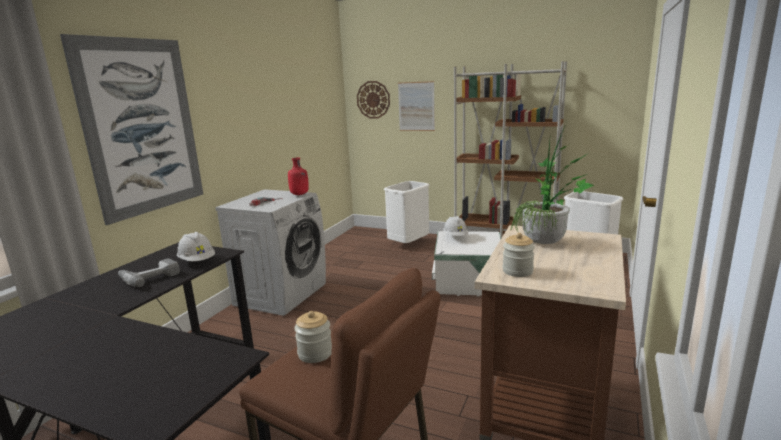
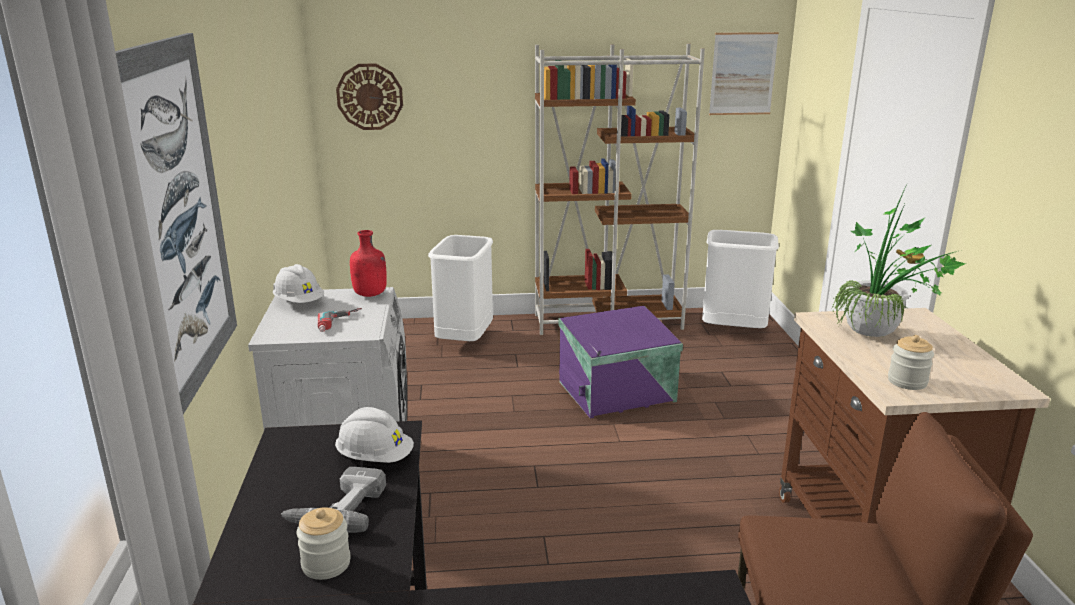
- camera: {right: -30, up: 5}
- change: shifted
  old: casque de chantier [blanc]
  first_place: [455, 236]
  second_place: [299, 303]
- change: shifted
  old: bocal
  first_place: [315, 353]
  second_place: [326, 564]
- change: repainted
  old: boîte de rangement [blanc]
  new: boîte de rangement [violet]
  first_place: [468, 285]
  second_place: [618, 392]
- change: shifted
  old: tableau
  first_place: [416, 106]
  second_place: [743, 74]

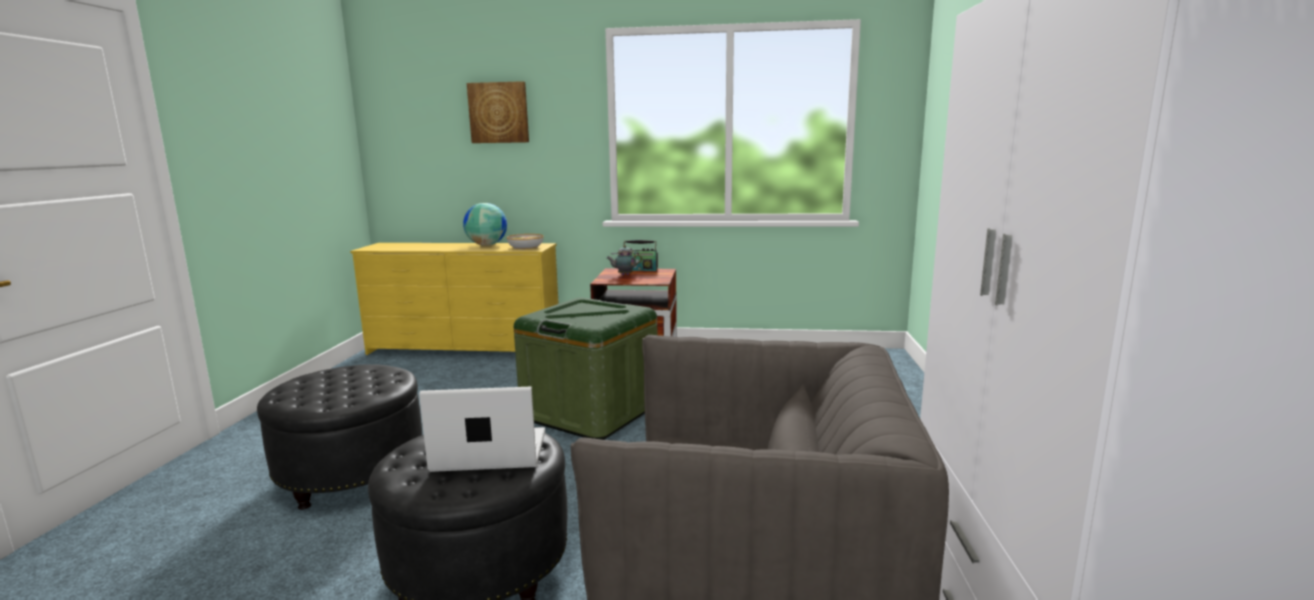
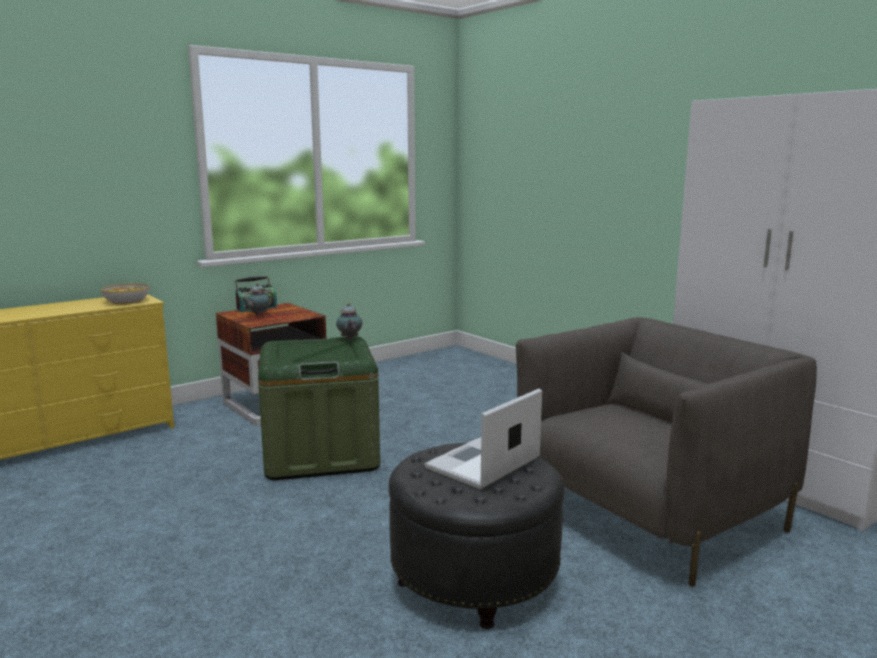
- camera: {right: -45, up: 0}
- change: new
  new: théière
  second_place: [349, 339]
- change: gone
  old: pouf [noir]
  first_place: [352, 475]
- change: gone
  old: globe
  first_place: [486, 245]
- change: gone
  old: tableau
  first_place: [499, 113]

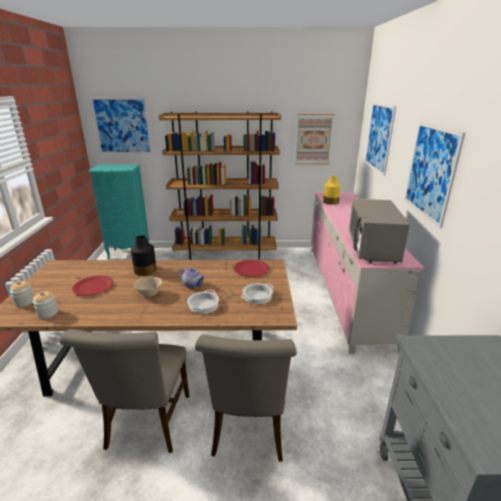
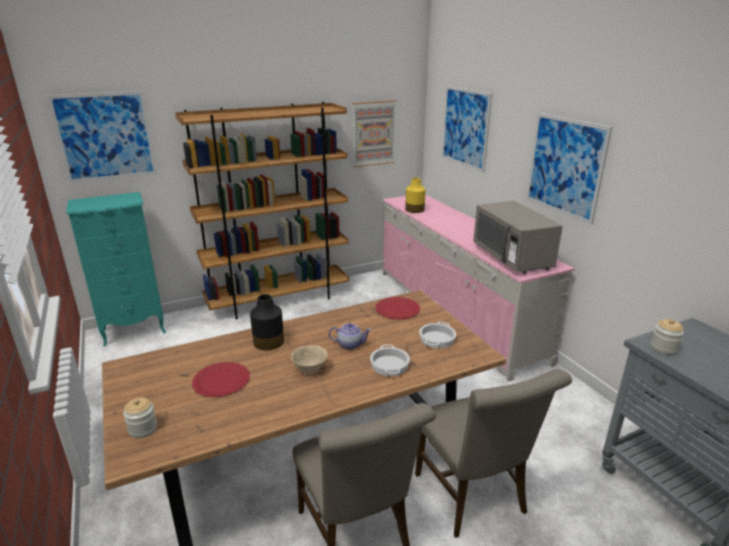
- camera: {right: -25, up: 0}
- change: shifted
  old: bocal
  first_place: [48, 313]
  second_place: [663, 348]

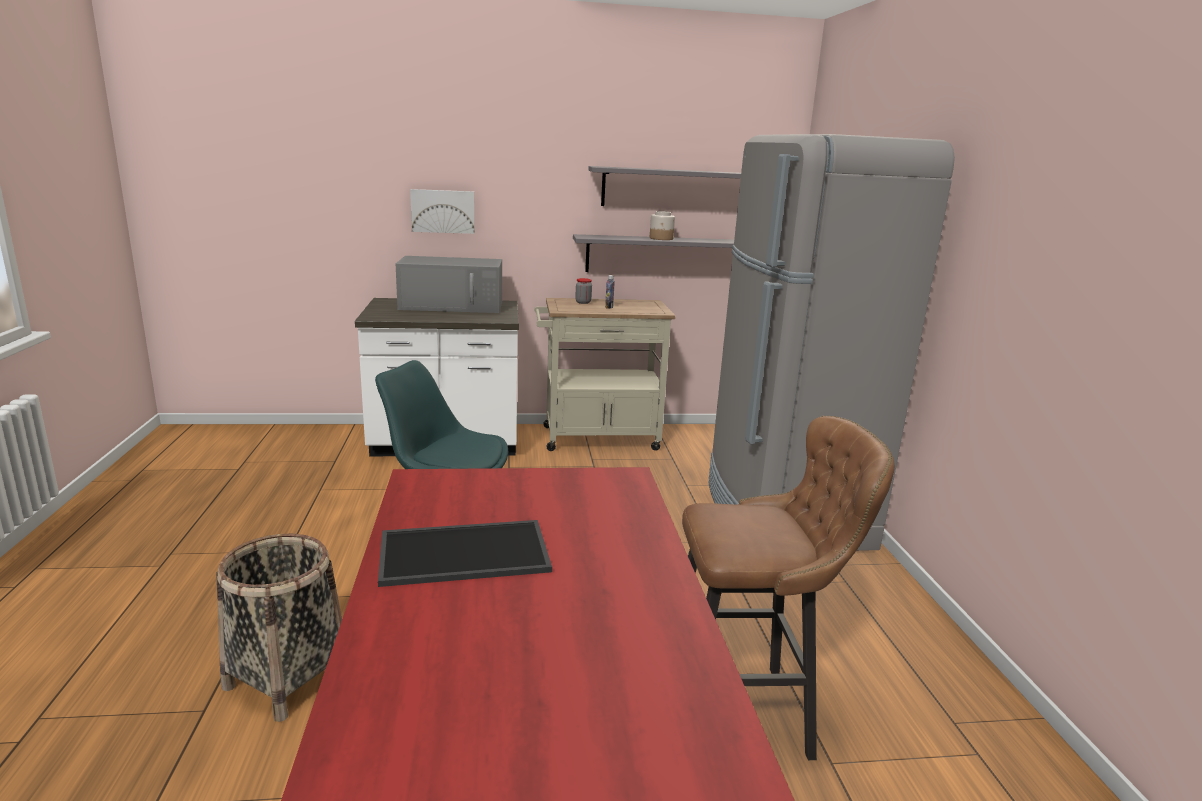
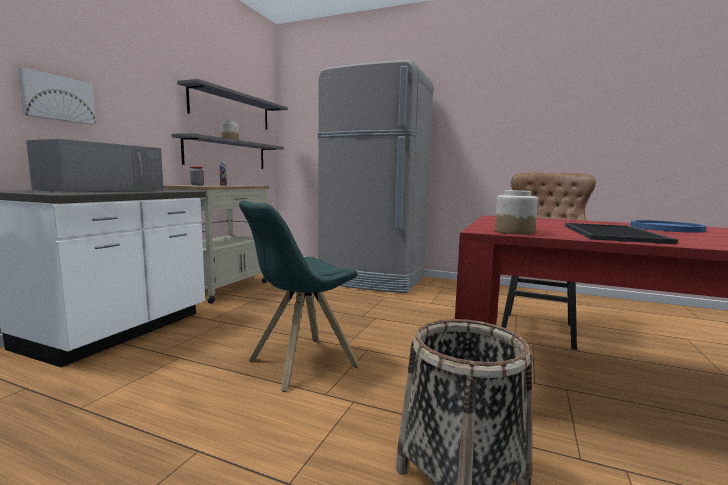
- camera: {right: -60, up: -10}
- change: new
  new: bocal
  second_place: [514, 232]
- change: new
  new: assiette [bleu]
  second_place: [666, 228]

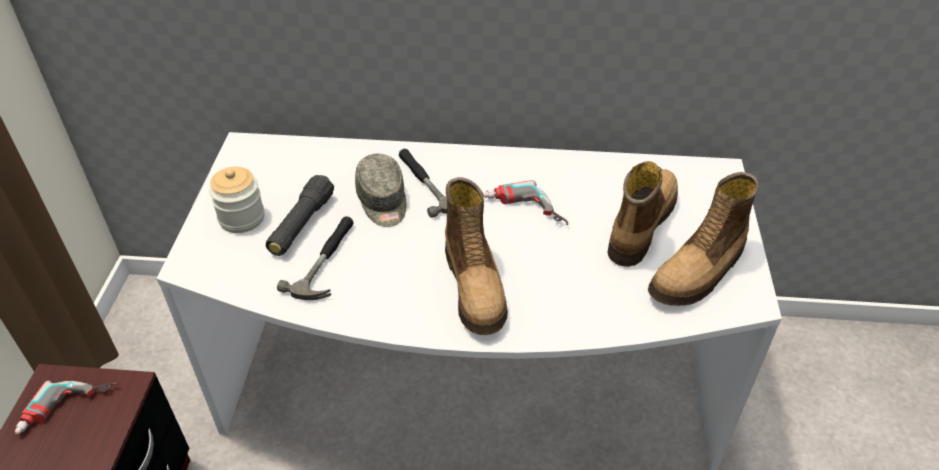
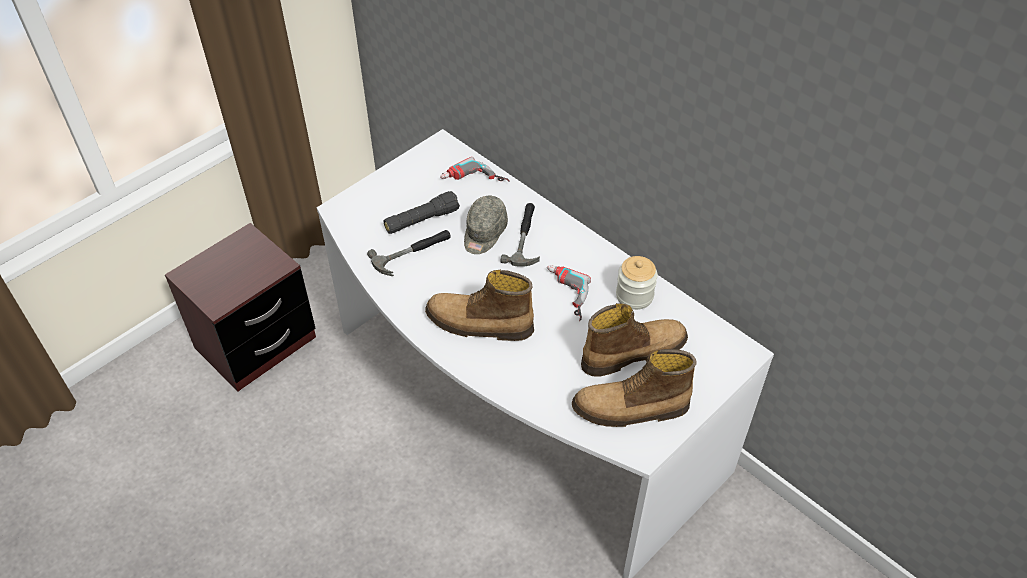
- camera: {right: 40, up: 5}
- change: rotated
  old: botte
  first_place: [475, 287]
  second_place: [479, 324]
  degrees: 75
- change: shifted
  old: perceuse
  first_place: [68, 411]
  second_place: [474, 182]
- change: shifted
  old: bocal
  first_place: [242, 218]
  second_place: [634, 296]

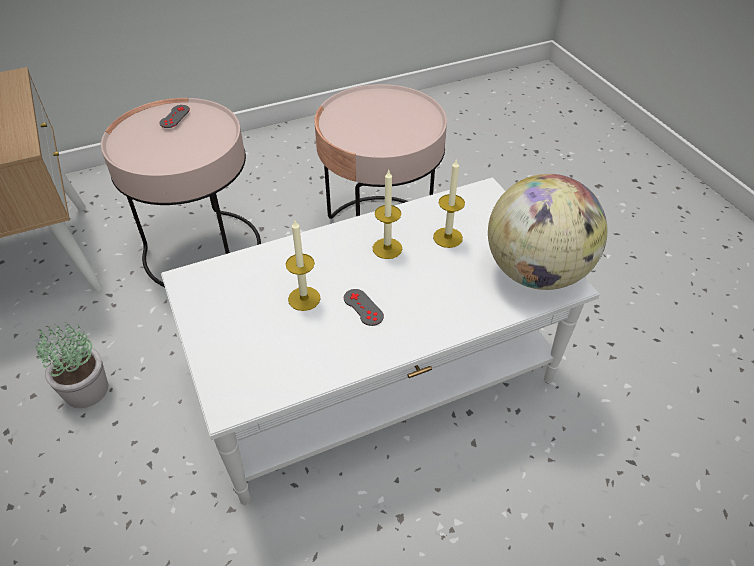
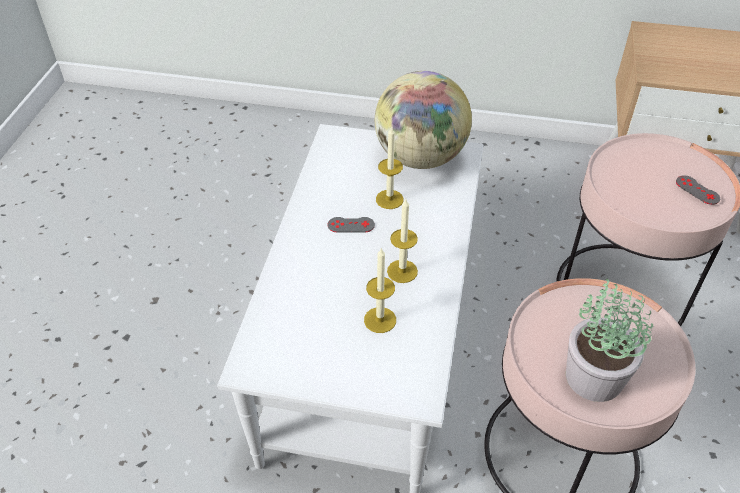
- camera: {right: 125, up: 0}
- change: shifted
  old: globe
  first_place: [536, 272]
  second_place: [420, 157]
- change: shifted
  old: plante en pot
  first_place: [86, 391]
  second_place: [592, 377]

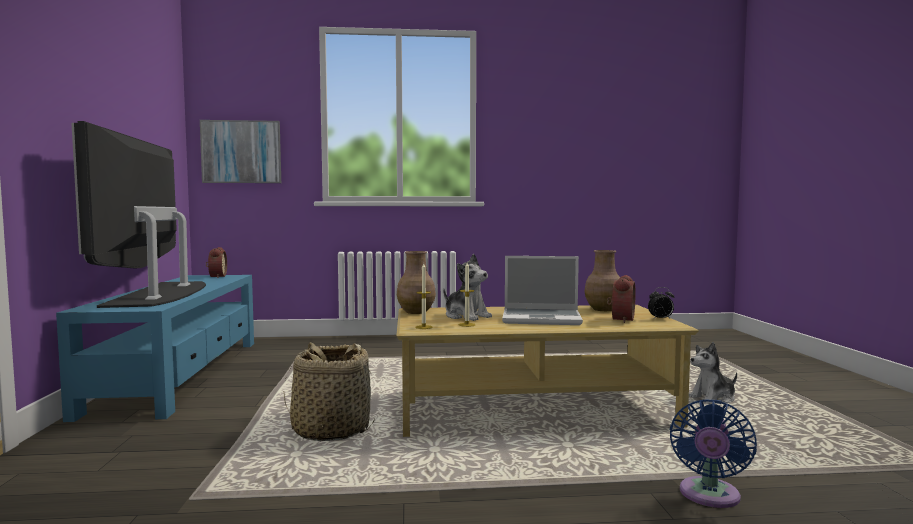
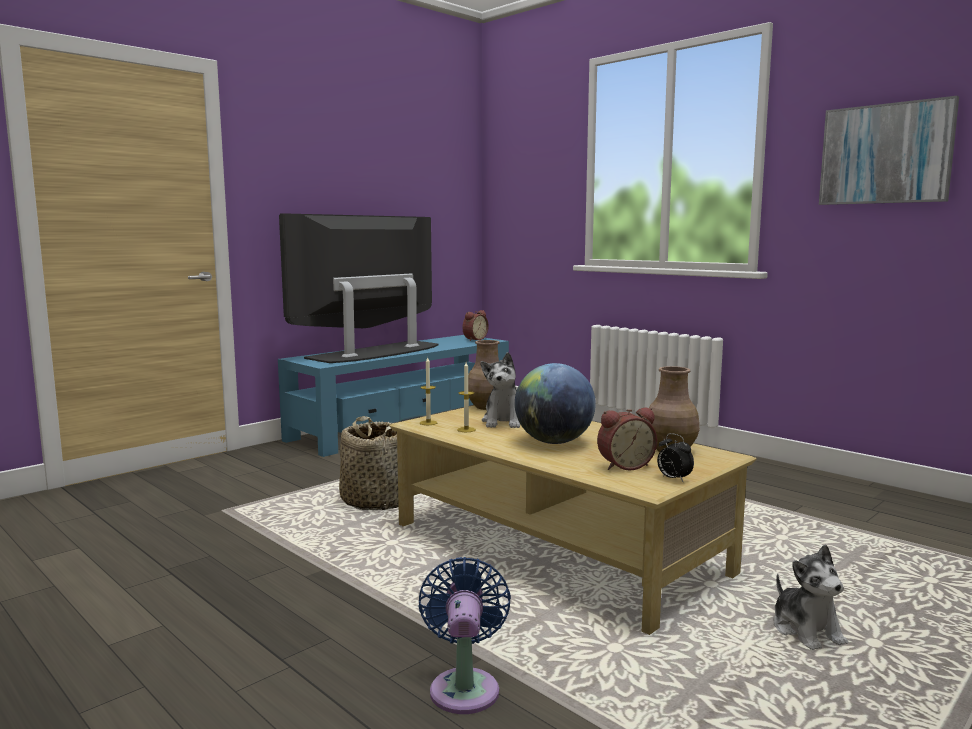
- camera: {right: 50, up: 5}
- change: rotated
  old: ventilateur [bleu]
  first_place: [709, 496]
  second_place: [464, 686]
  degrees: 105
- change: swapped
  old: ordinateur portable
  new: globe
  first_place: [542, 318]
  second_place: [554, 442]
- change: rotated
  old: peluche
  first_place: [713, 398]
  second_place: [806, 631]
  degrees: -135
- change: shifted
  old: tableau
  first_place: [241, 152]
  second_place: [885, 154]

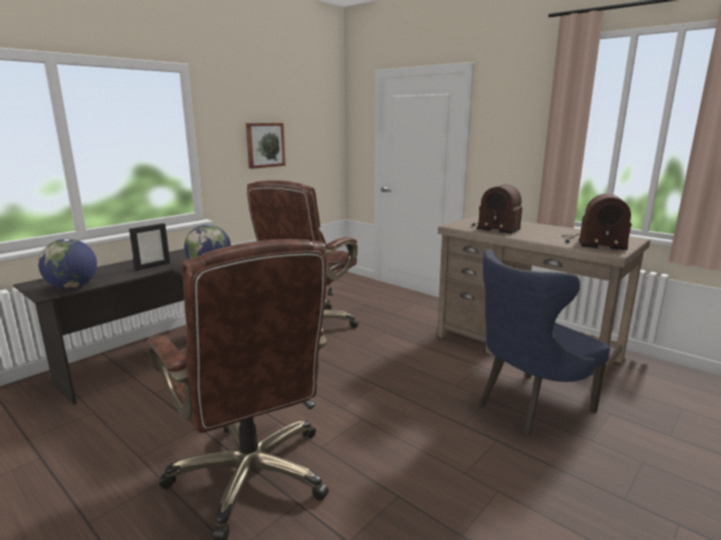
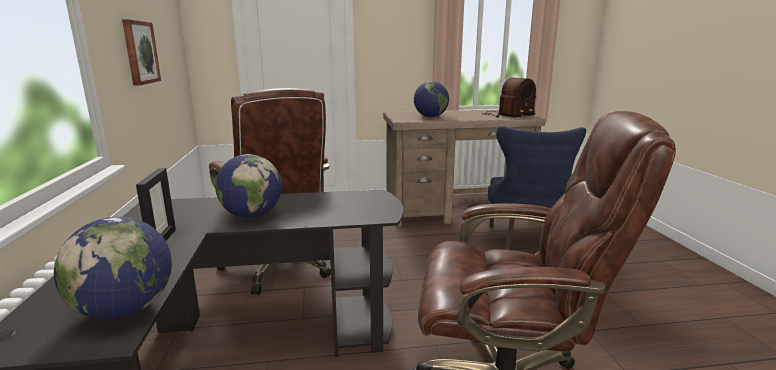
- camera: {right: -50, up: 0}
- change: swapped
  old: radio
  new: globe
  first_place: [495, 228]
  second_place: [430, 117]

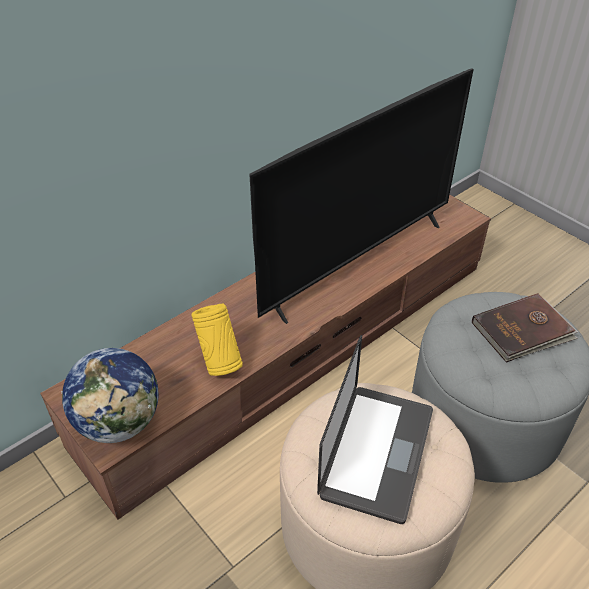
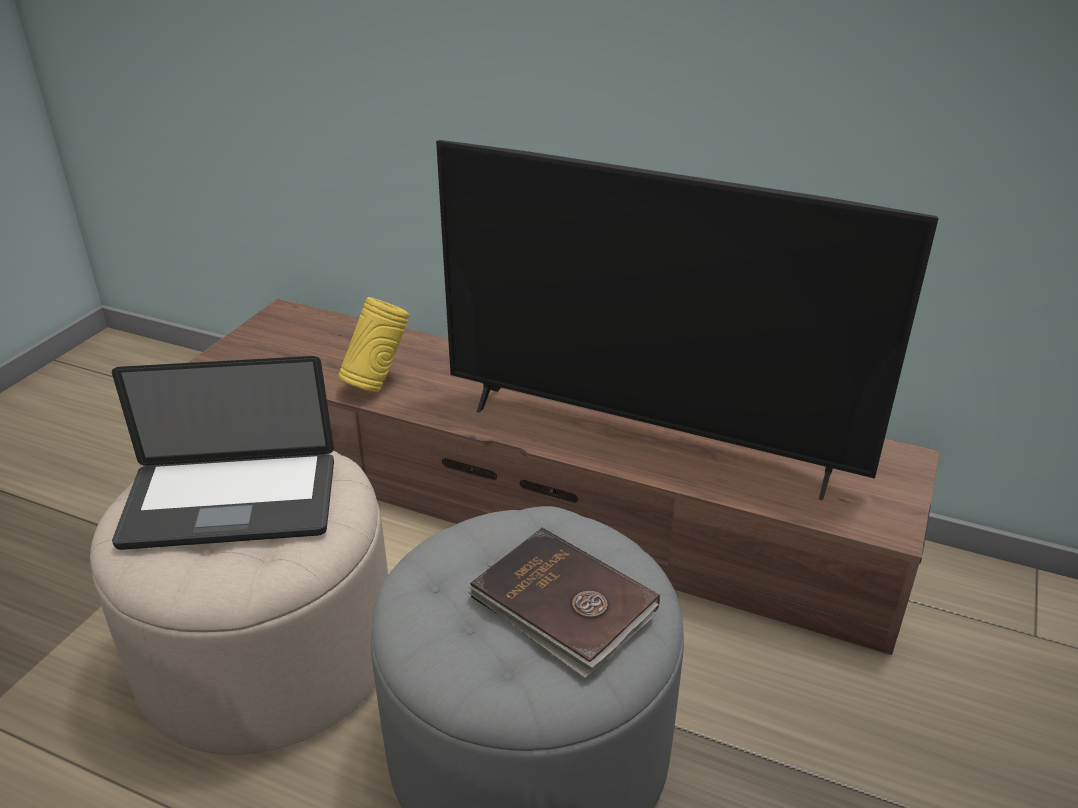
- camera: {right: 65, up: -10}
- change: gone
  old: globe
  first_place: [120, 422]

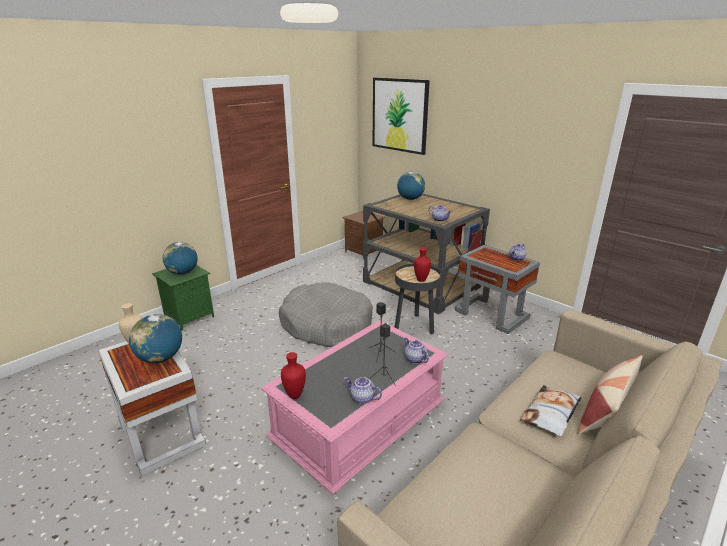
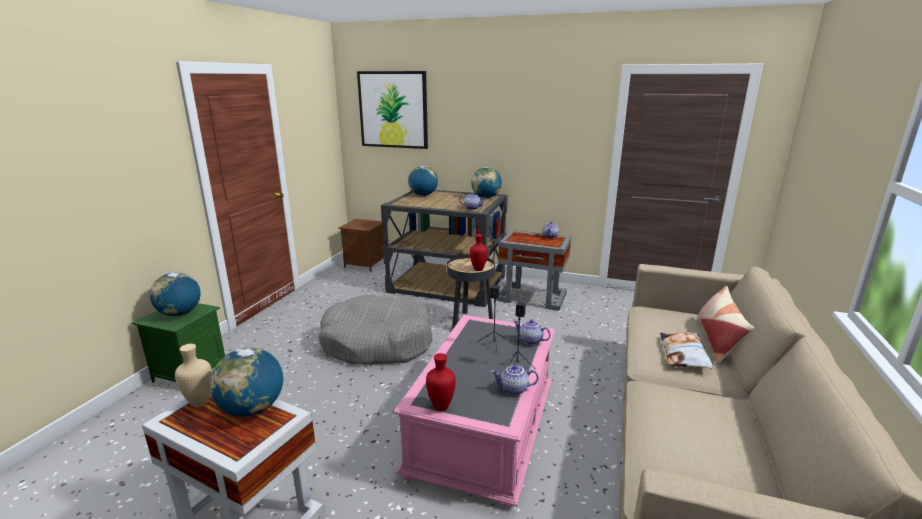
- camera: {right: -25, up: -5}
- change: new
  new: globe
  second_place: [486, 197]

